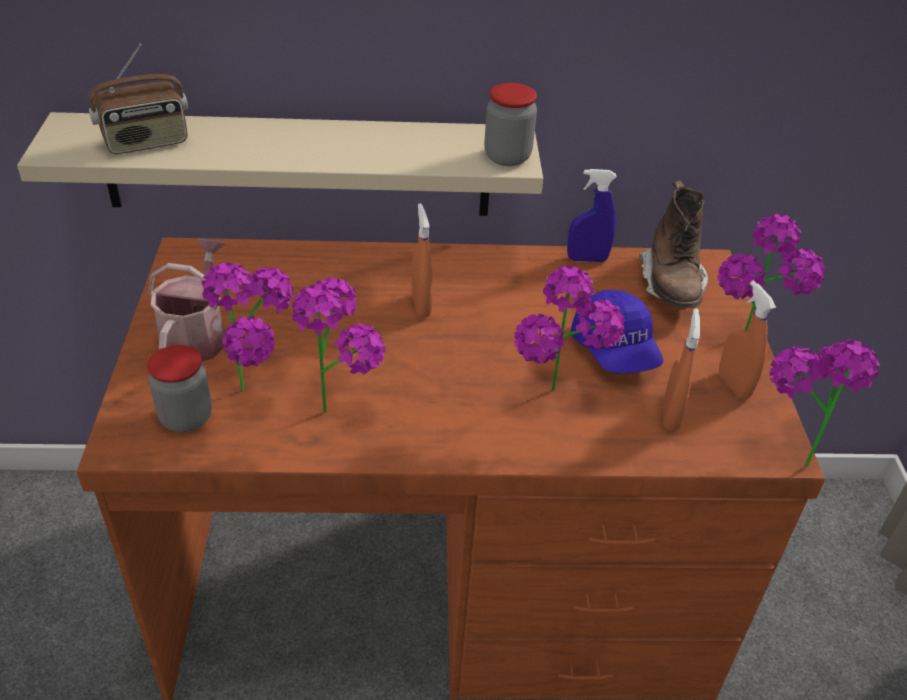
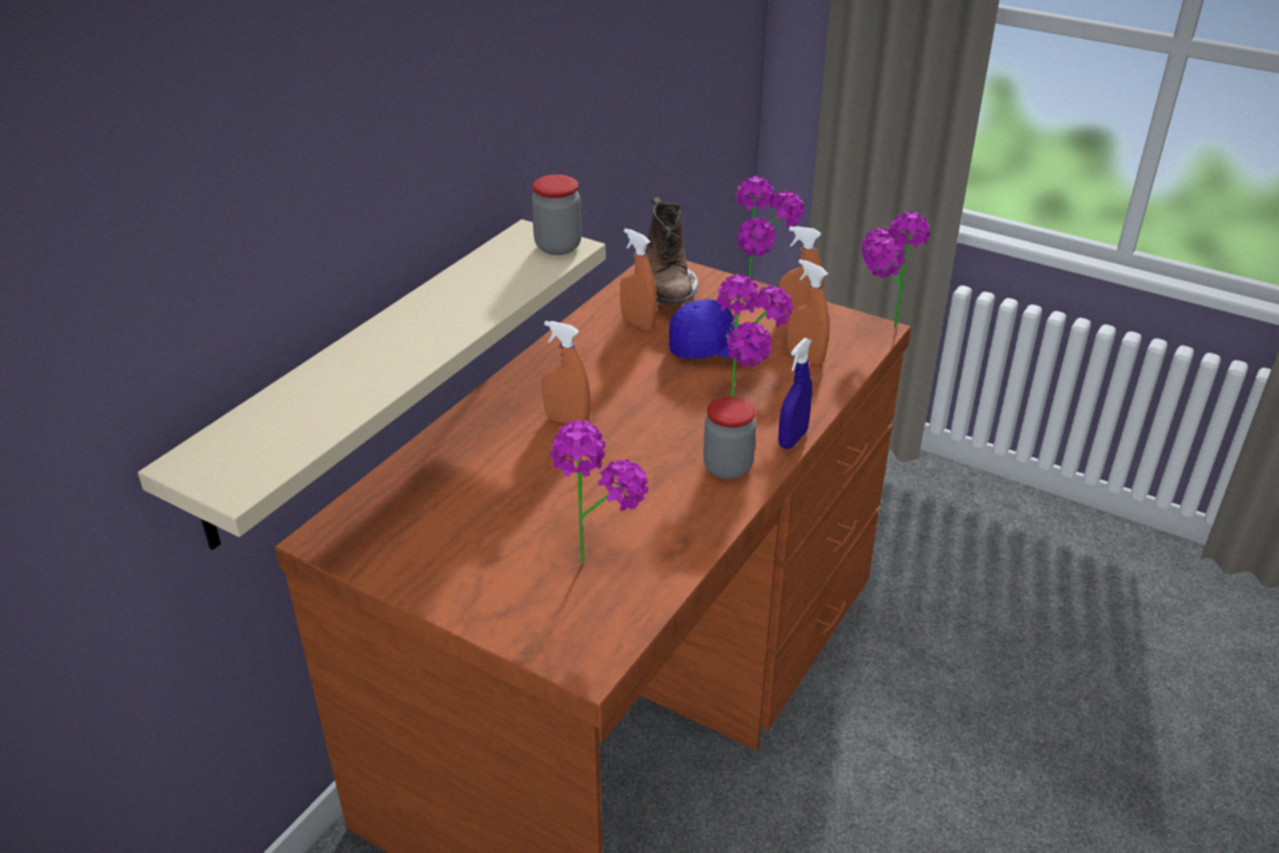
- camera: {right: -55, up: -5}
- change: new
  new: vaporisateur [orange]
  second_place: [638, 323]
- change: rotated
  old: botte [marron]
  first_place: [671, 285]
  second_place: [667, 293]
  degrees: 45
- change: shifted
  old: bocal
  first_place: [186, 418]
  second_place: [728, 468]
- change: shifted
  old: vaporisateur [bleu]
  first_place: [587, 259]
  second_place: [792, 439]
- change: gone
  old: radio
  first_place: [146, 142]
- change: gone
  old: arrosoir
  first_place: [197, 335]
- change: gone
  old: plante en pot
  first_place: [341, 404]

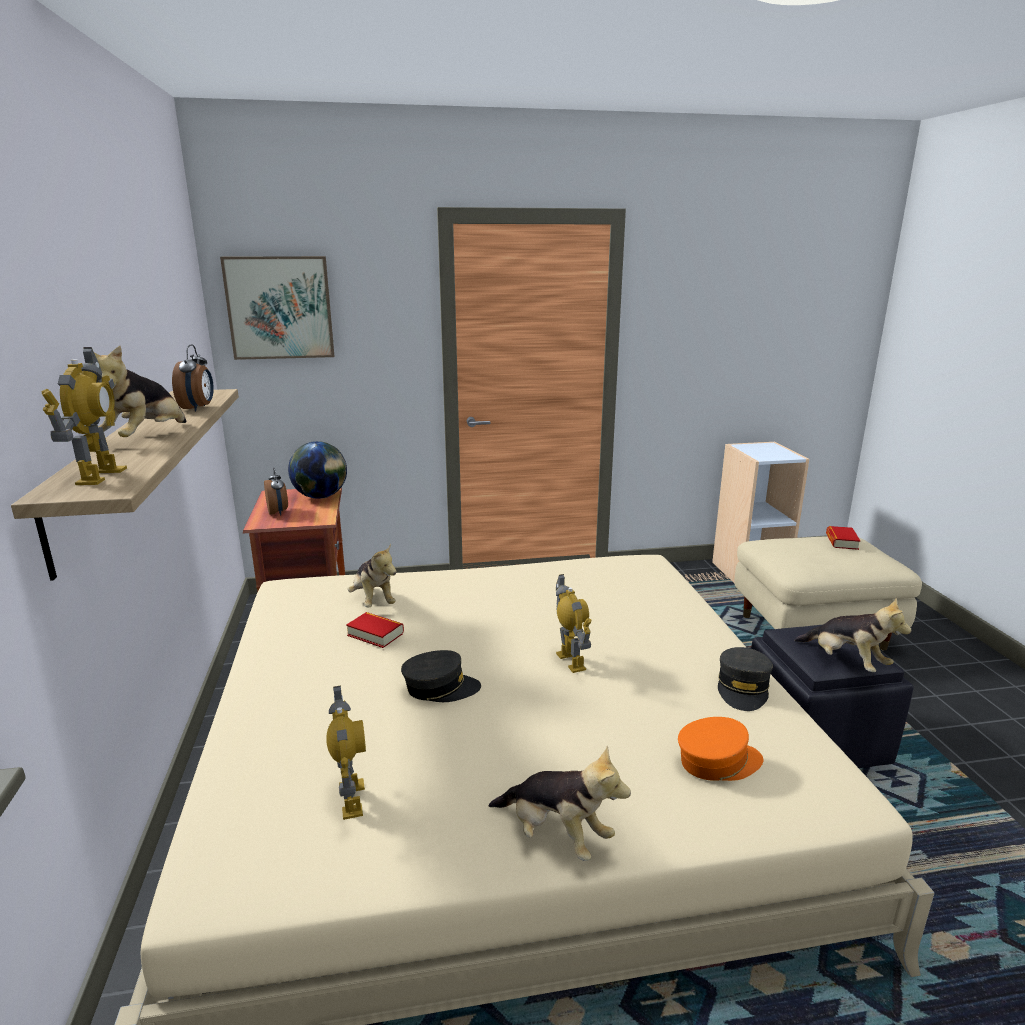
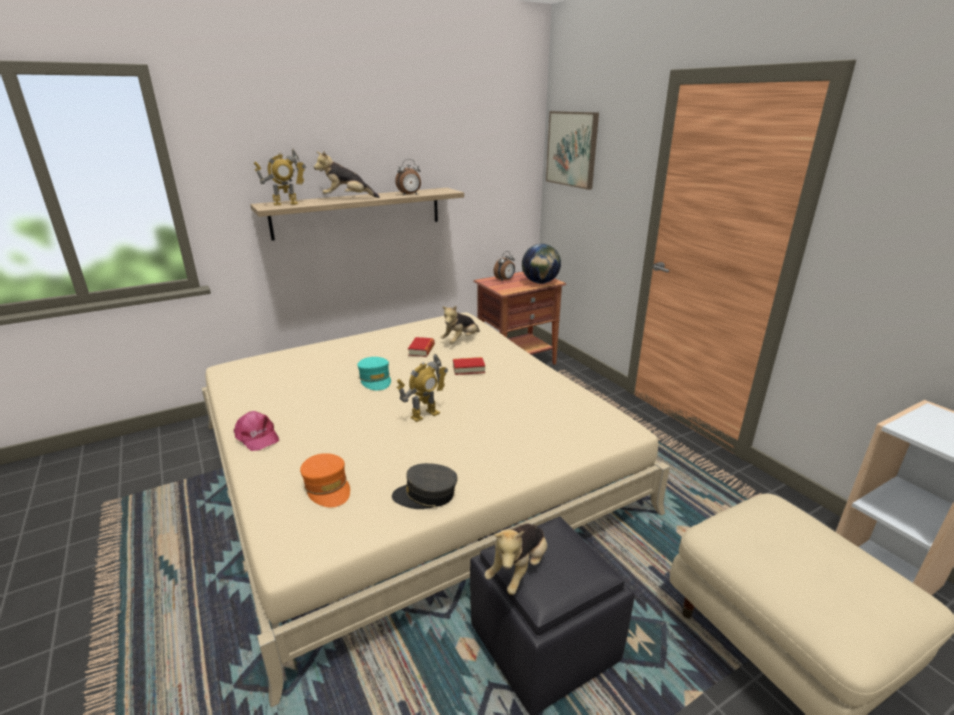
- camera: {right: 70, up: 5}
- change: swapped
  old: peluche
  new: casquette [rose]
  first_place: [556, 835]
  second_place: [257, 436]
- change: repainted
  old: casquette [gris]
  new: casquette [turquoise]
  first_place: [440, 688]
  second_place: [375, 379]
- change: shifted
  old: livre
  first_place: [841, 541]
  second_place: [468, 369]
- change: gone
  old: robot jouet
  first_place: [351, 799]

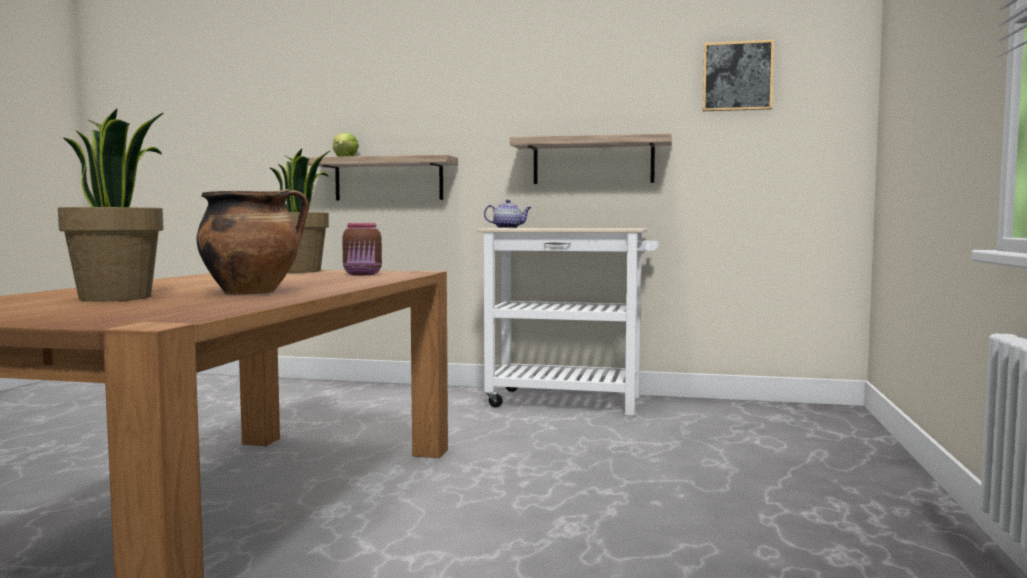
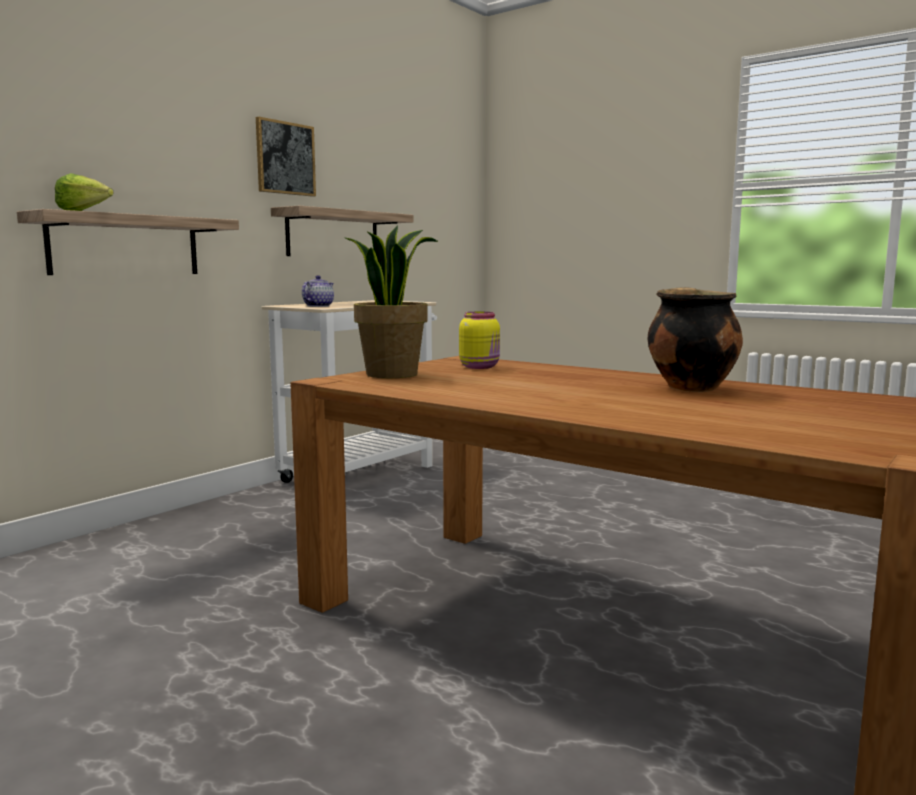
- camera: {right: -65, up: 5}
- change: shifted
  old: tableau
  first_place: [737, 76]
  second_place: [285, 158]
- change: repainted
  old: bocal [marron]
  new: bocal [jaune]
  first_place: [363, 274]
  second_place: [480, 367]
- change: gone
  old: plante en pot
  first_place: [117, 298]

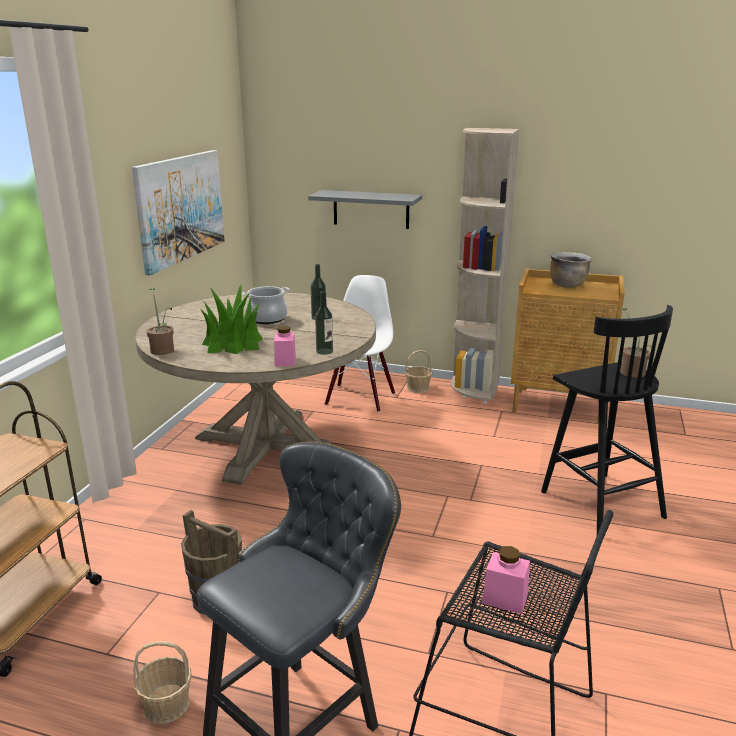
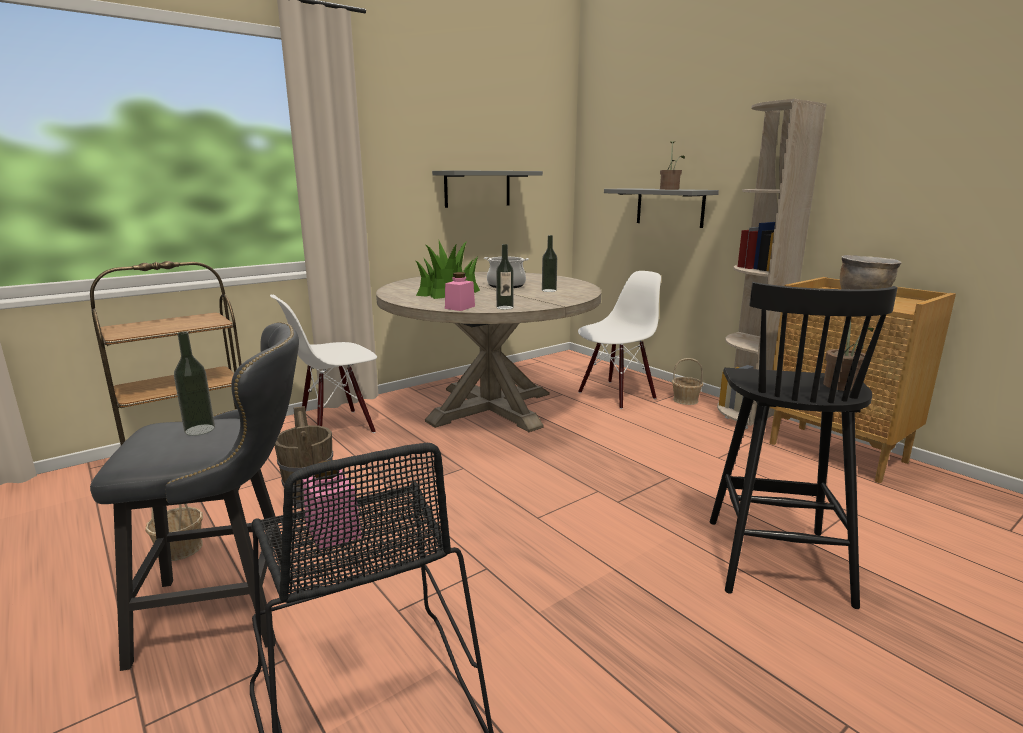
- camera: {right: 35, up: -5}
- change: new
  new: bouteille
  second_place: [199, 430]
- change: new
  new: chaise [blanc]
  second_place: [336, 427]
- change: swapped
  old: tableau
  new: étagère [gris]
  first_place: [180, 208]
  second_place: [477, 188]
- change: shifted
  old: plante en pot
  first_place: [162, 349]
  second_place: [670, 189]

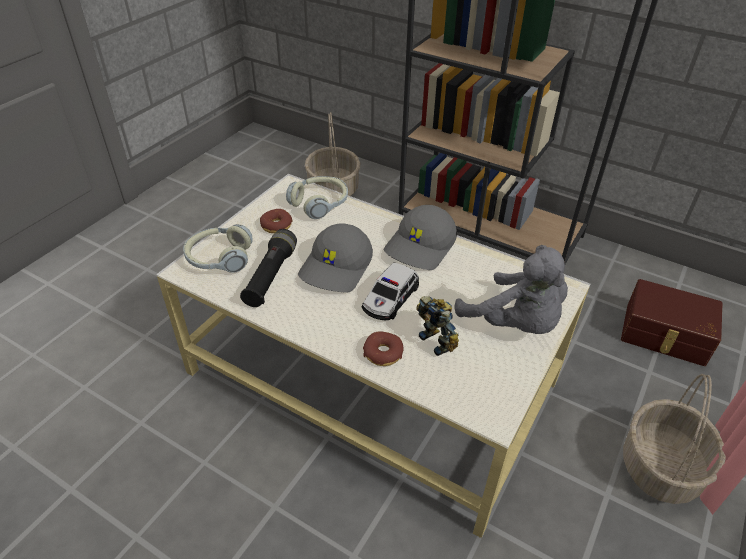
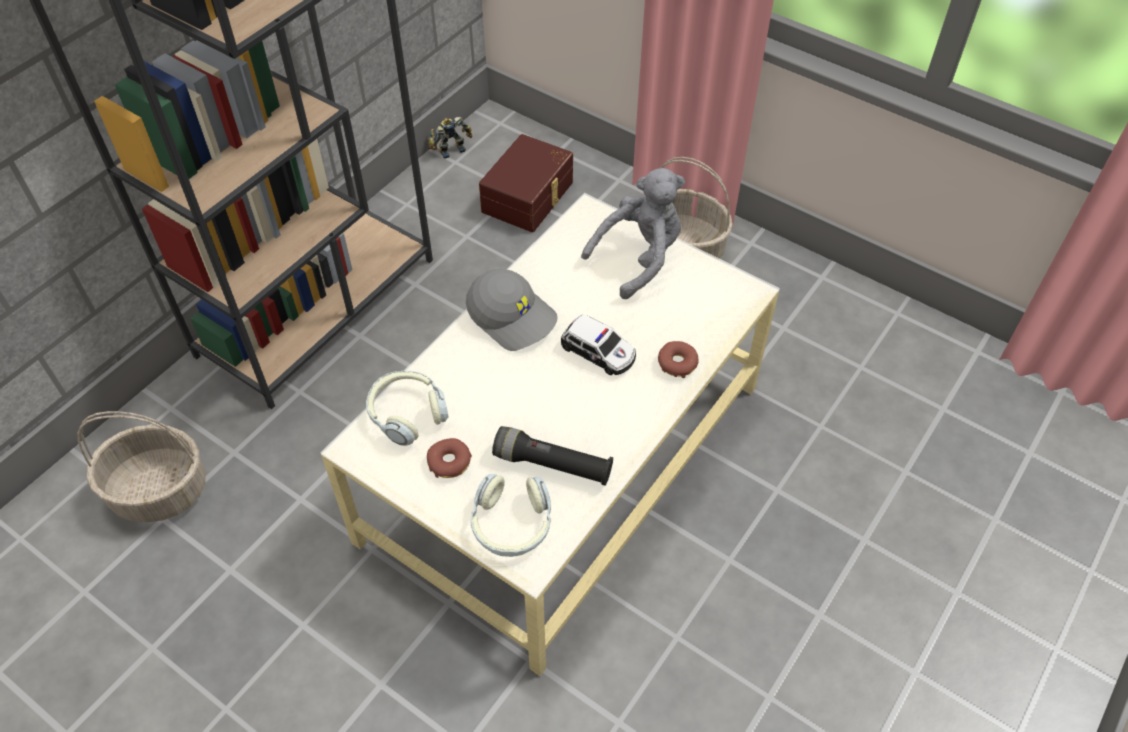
- camera: {right: -85, up: 10}
- change: shifted
  old: robot jouet
  first_place: [438, 340]
  second_place: [450, 149]
- change: gone
  old: casquette [gris]
  first_place: [337, 268]

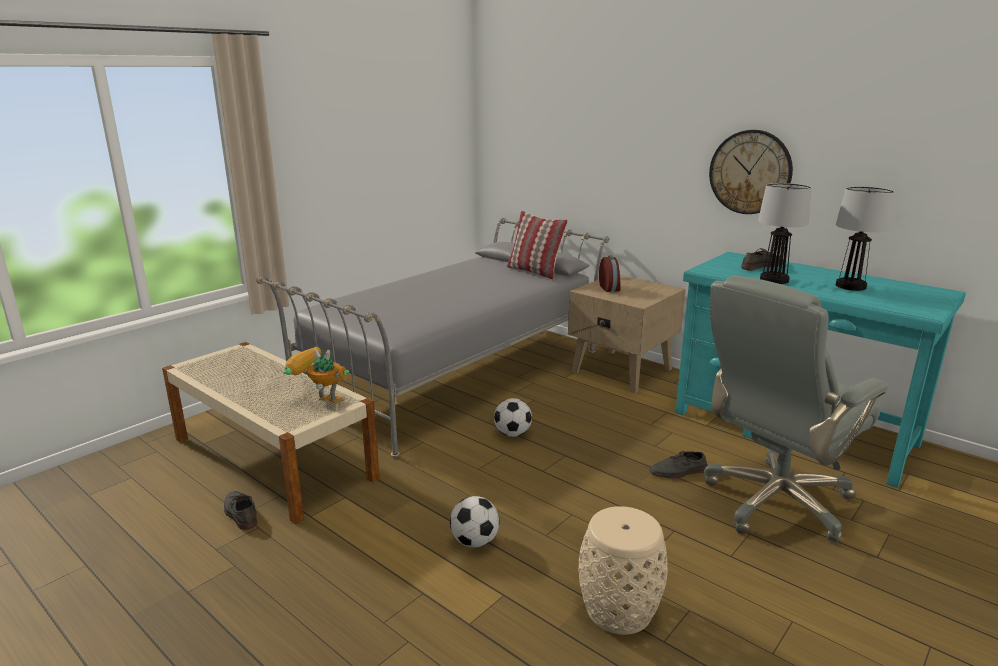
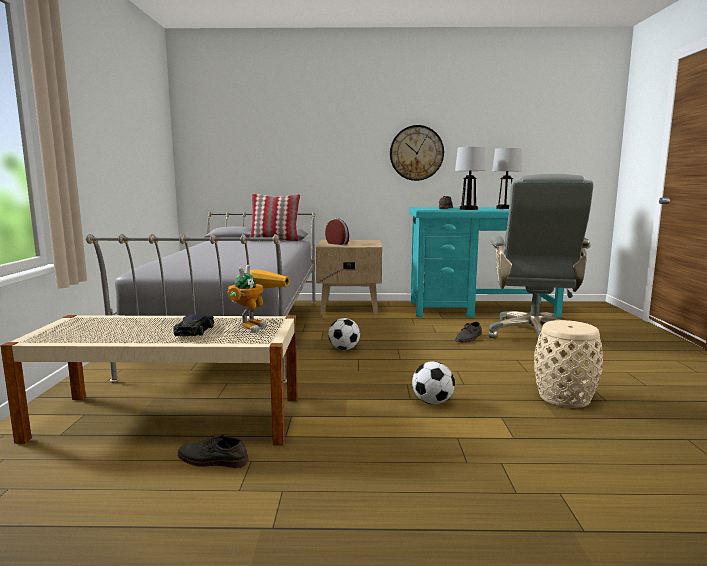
- camera: {right: -40, up: -10}
- change: new
  new: petite voiture [noir]
  second_place: [195, 330]
- change: rotated
  old: robot jouet
  first_place: [319, 403]
  second_place: [255, 325]
  degrees: 135

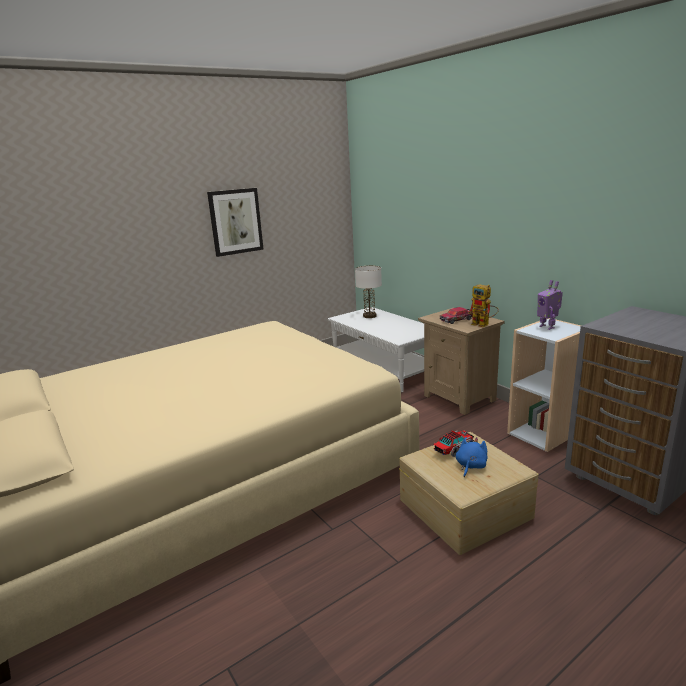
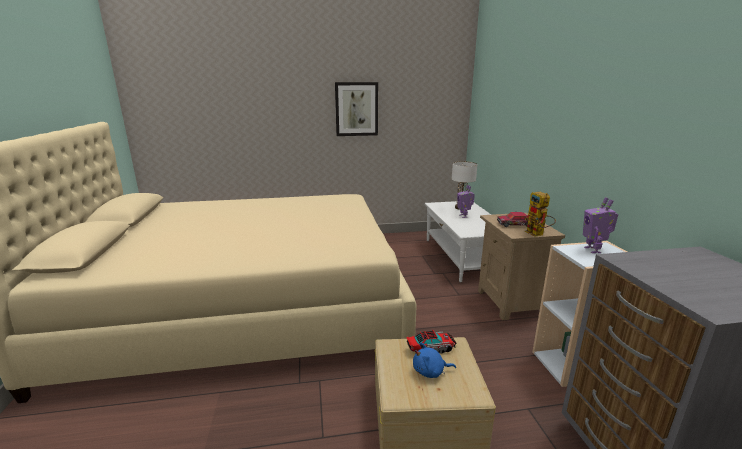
- camera: {right: 25, up: 0}
- change: rotated
  old: peluche [bleu]
  first_place: [470, 466]
  second_place: [430, 372]
  degrees: -150
- change: new
  new: robot jouet
  second_place: [464, 216]

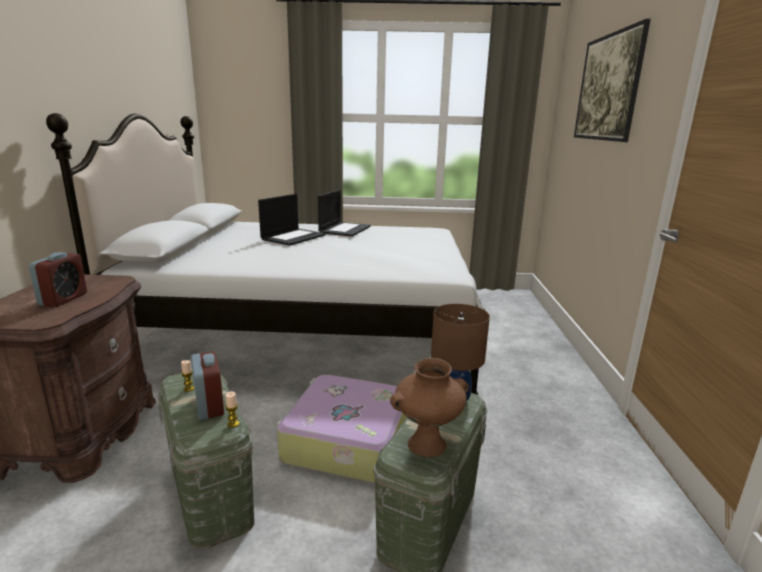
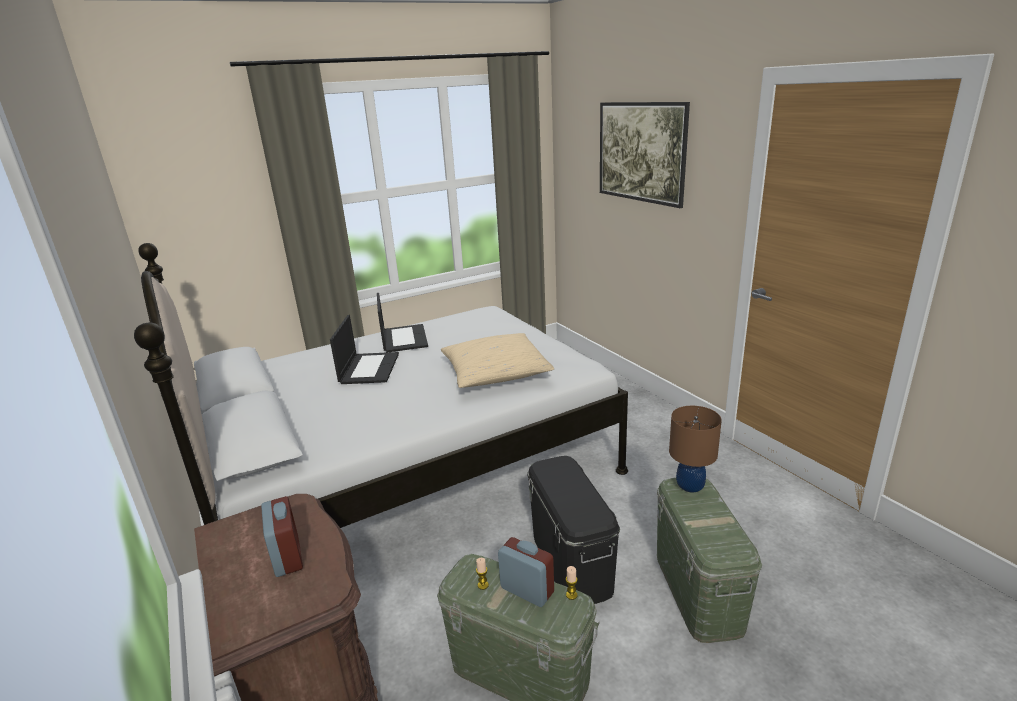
- camera: {right: -30, up: 5}
- change: new
  new: coussin [beige]
  second_place: [495, 373]
- change: swapped
  old: valise
  new: boîte de rangement [noir]
  first_place: [345, 441]
  second_place: [571, 562]
- change: gone
  old: vase [marron]
  first_place: [426, 445]

